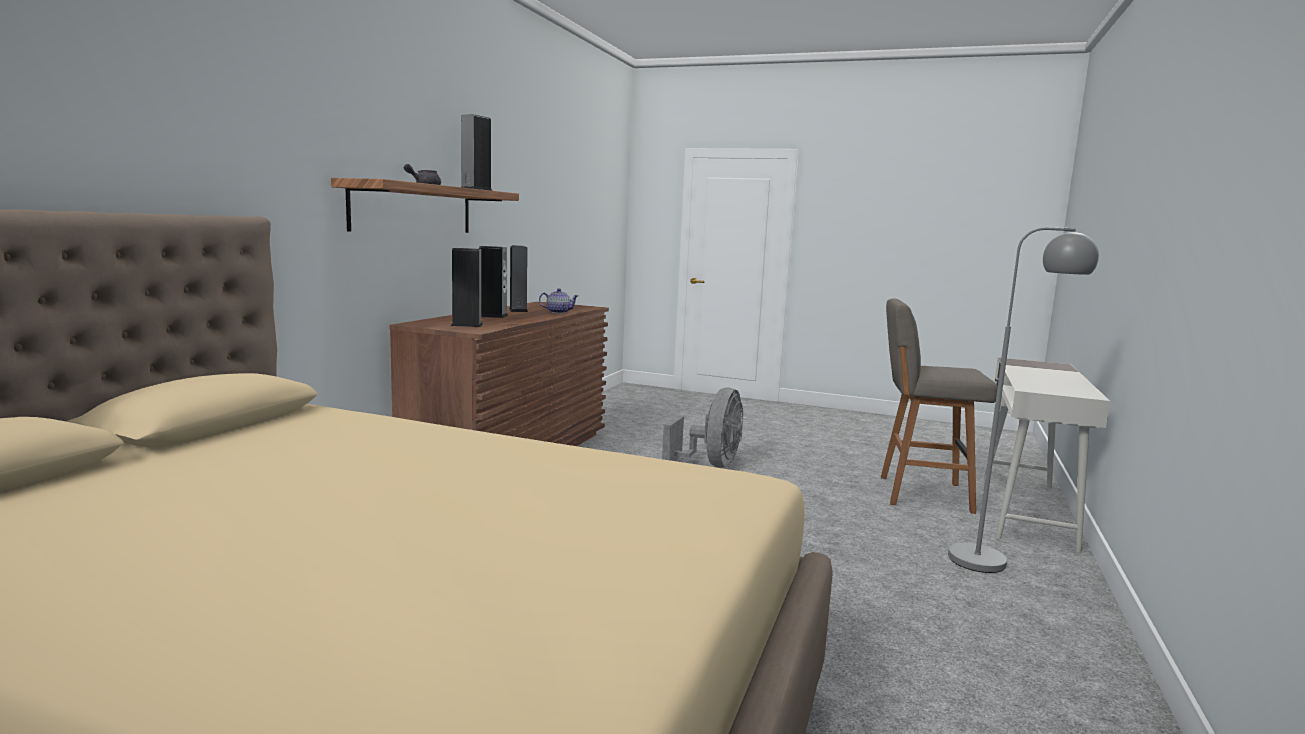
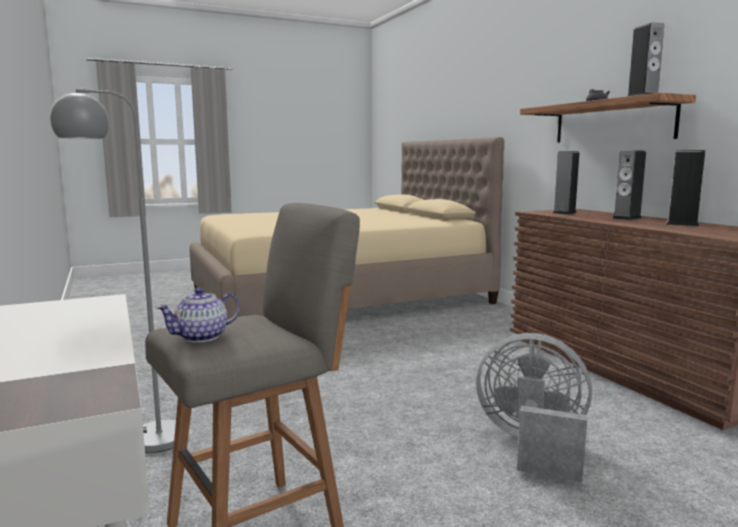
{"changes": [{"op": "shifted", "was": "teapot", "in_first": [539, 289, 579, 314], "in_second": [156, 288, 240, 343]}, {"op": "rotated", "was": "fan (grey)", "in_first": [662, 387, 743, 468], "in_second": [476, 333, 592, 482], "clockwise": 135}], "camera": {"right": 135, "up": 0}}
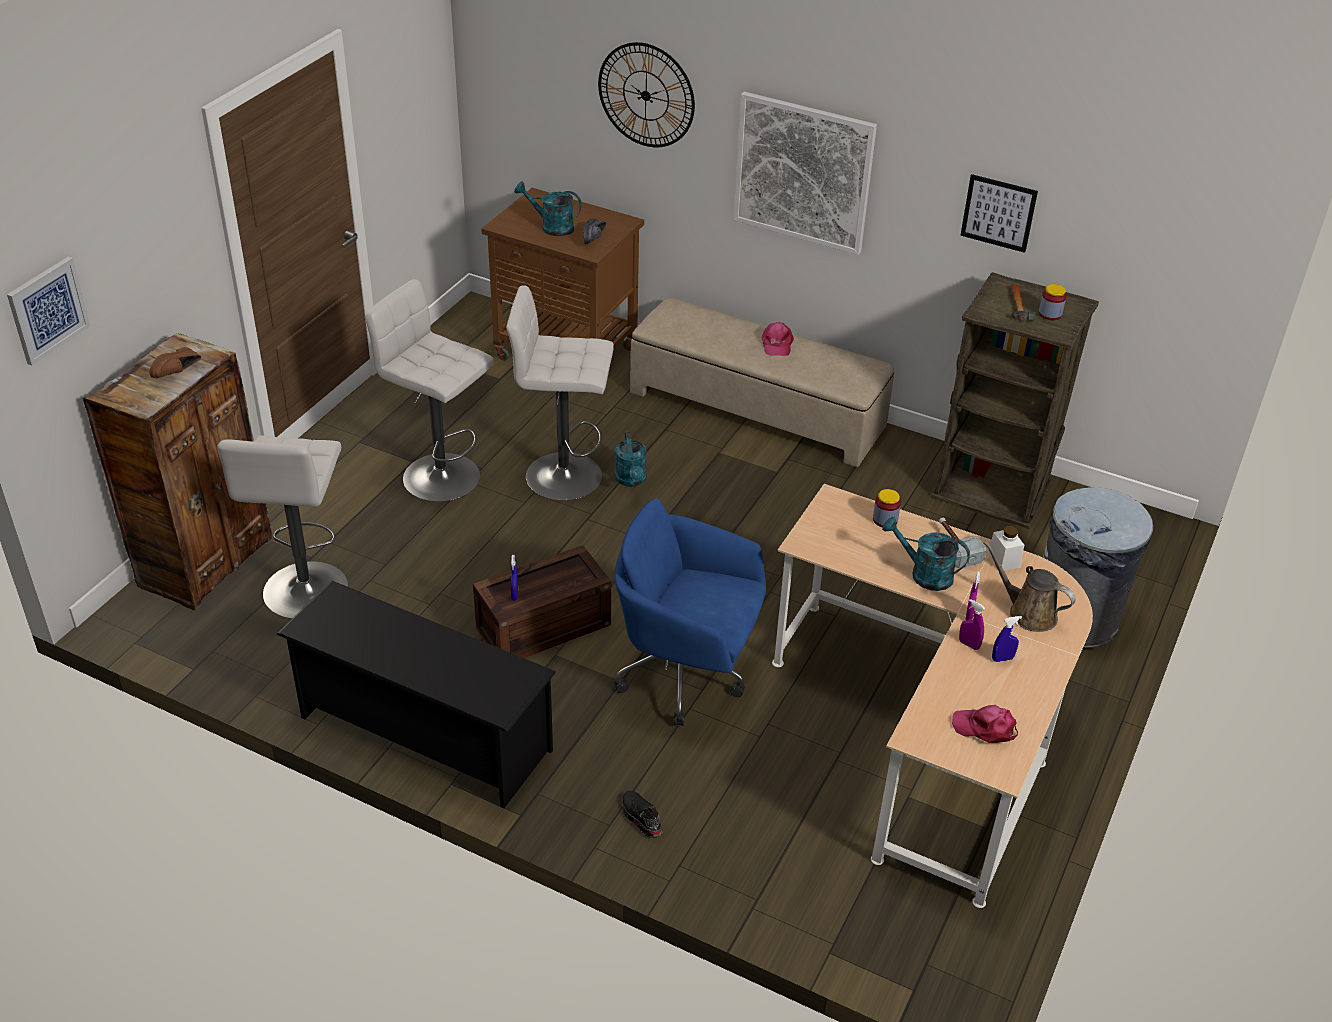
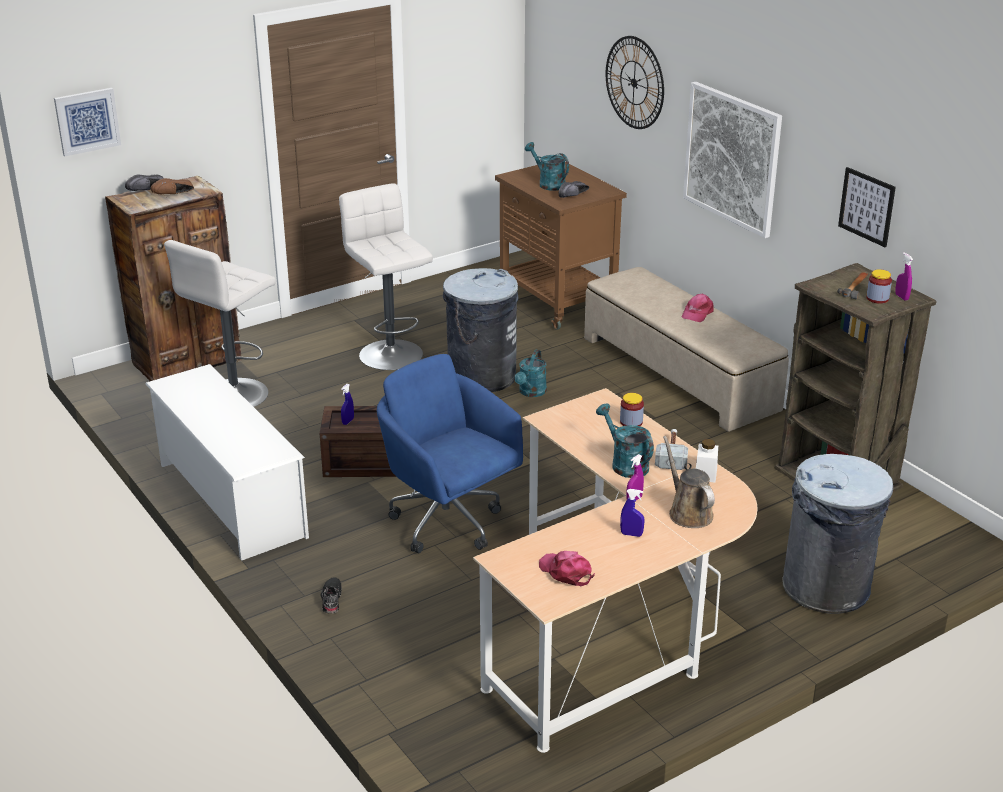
{"changes": [{"op": "swapped", "was": "stool (white)", "now": "trash can (grey)", "in_first": [506, 285, 614, 500], "in_second": [443, 268, 519, 392]}, {"op": "repainted", "was": "shoe rack (black)", "now": "shoe rack (white)", "in_first": [277, 580, 556, 808], "in_second": [145, 364, 309, 561]}, {"op": "shifted", "was": "spray bottle (purple)", "in_first": [959, 599, 985, 650], "in_second": [895, 252, 913, 301]}, {"op": "new", "now": "shoe (black)", "in_second": [125, 175, 164, 191]}], "camera": {"right": 30, "up": -10}}
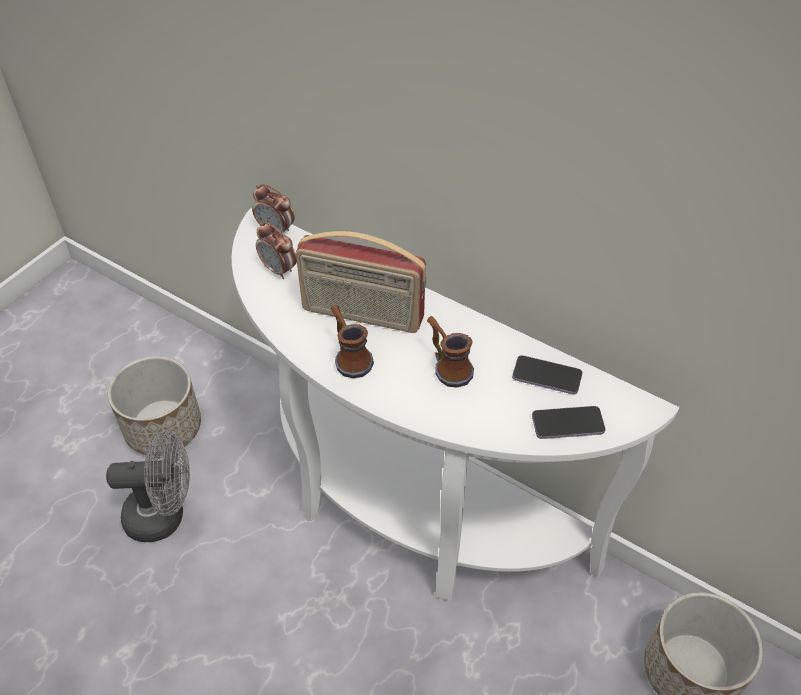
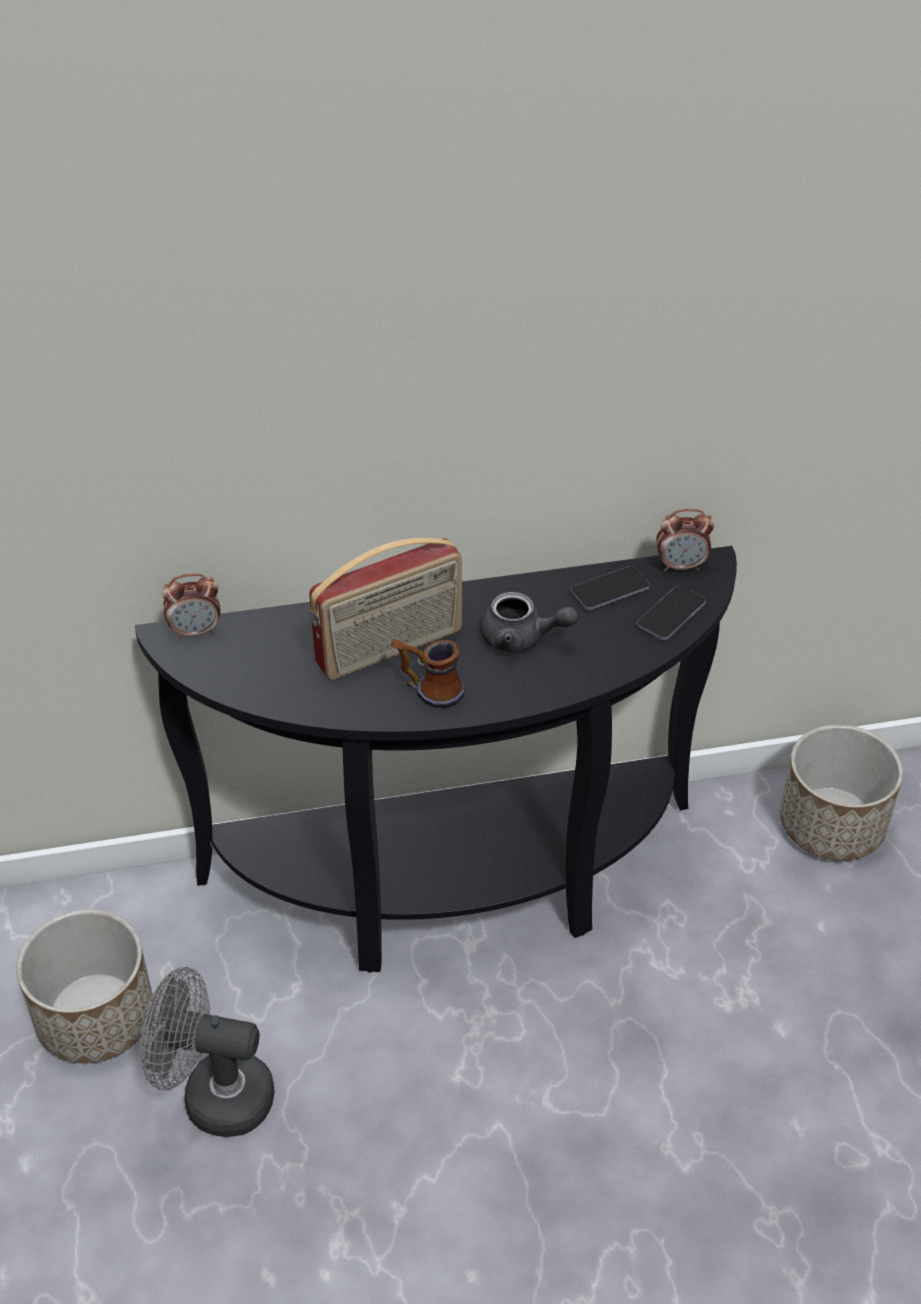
{"changes": [{"op": "repainted", "was": "console table (white)", "now": "console table (black)", "in_first": [232, 208, 680, 601], "in_second": [135, 546, 737, 973]}, {"op": "shifted", "was": "alarm clock", "in_first": [256, 222, 297, 279], "in_second": [656, 509, 714, 571]}, {"op": "swapped", "was": "mug", "now": "teapot (grey)", "in_first": [427, 316, 474, 387], "in_second": [480, 592, 578, 653]}, {"op": "rotated", "was": "fan (grey)", "in_first": [106, 431, 190, 542], "in_second": [139, 967, 275, 1137], "clockwise": -120}], "camera": {"right": -45, "up": -5}}
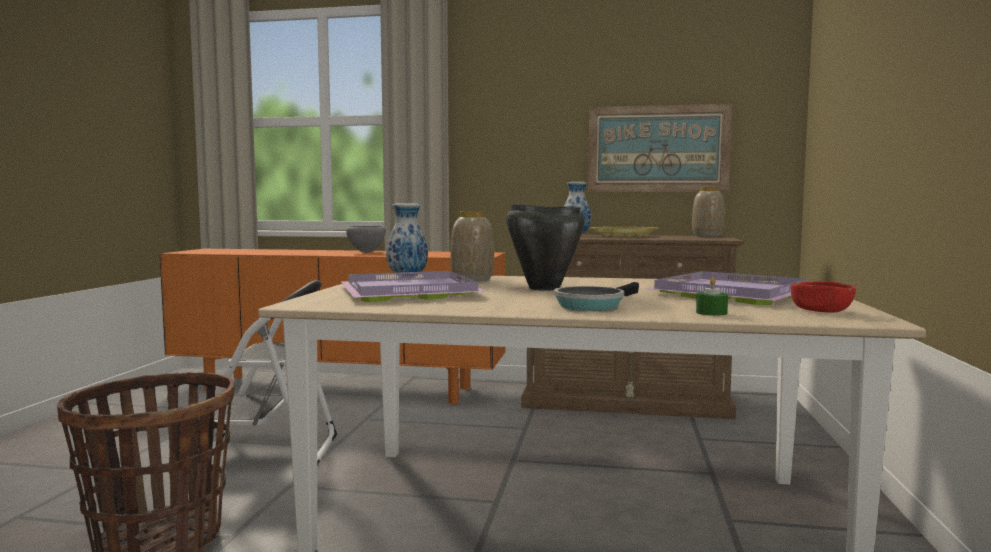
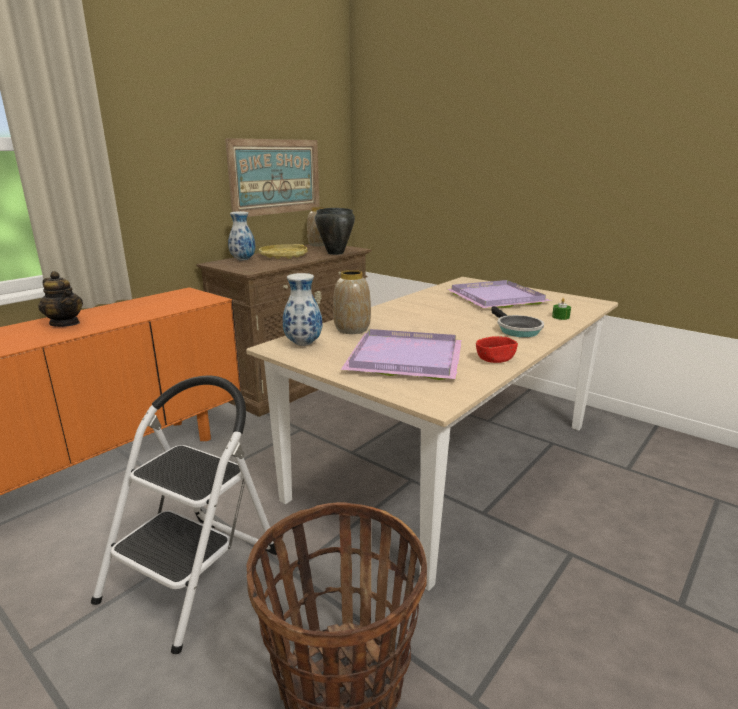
{"changes": [{"op": "shifted", "was": "cooking pot (black)", "in_first": [506, 204, 584, 291], "in_second": [315, 208, 355, 255]}, {"op": "swapped", "was": "bowl (grey)", "now": "teapot", "in_first": [346, 226, 386, 253], "in_second": [38, 271, 83, 327]}, {"op": "shifted", "was": "bowl (red)", "in_first": [791, 281, 856, 312], "in_second": [476, 336, 518, 363]}], "camera": {"right": -60, "up": 15}}
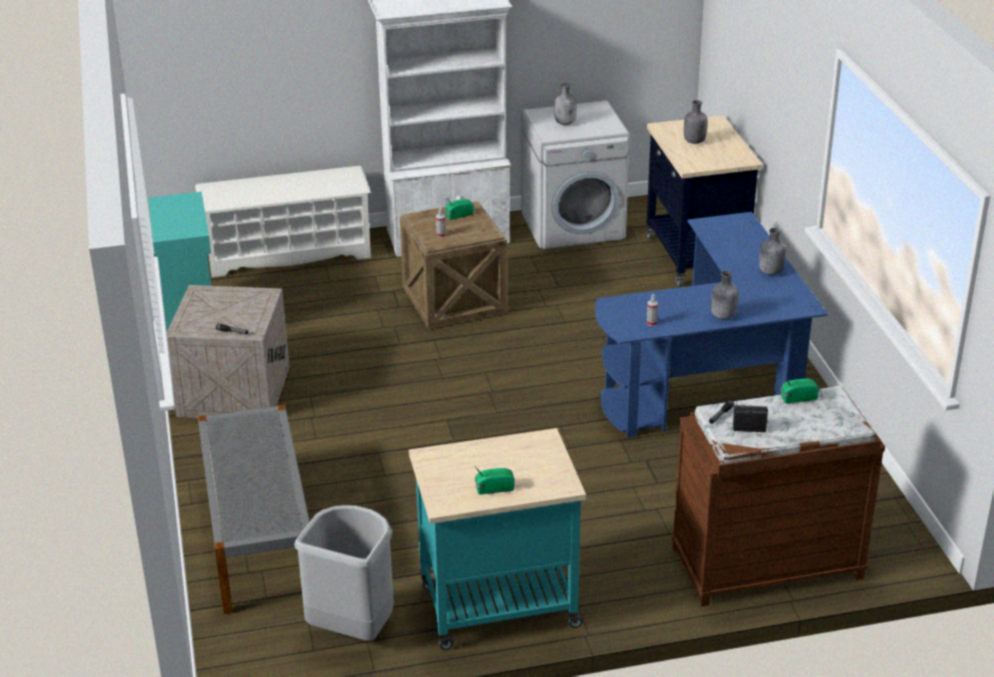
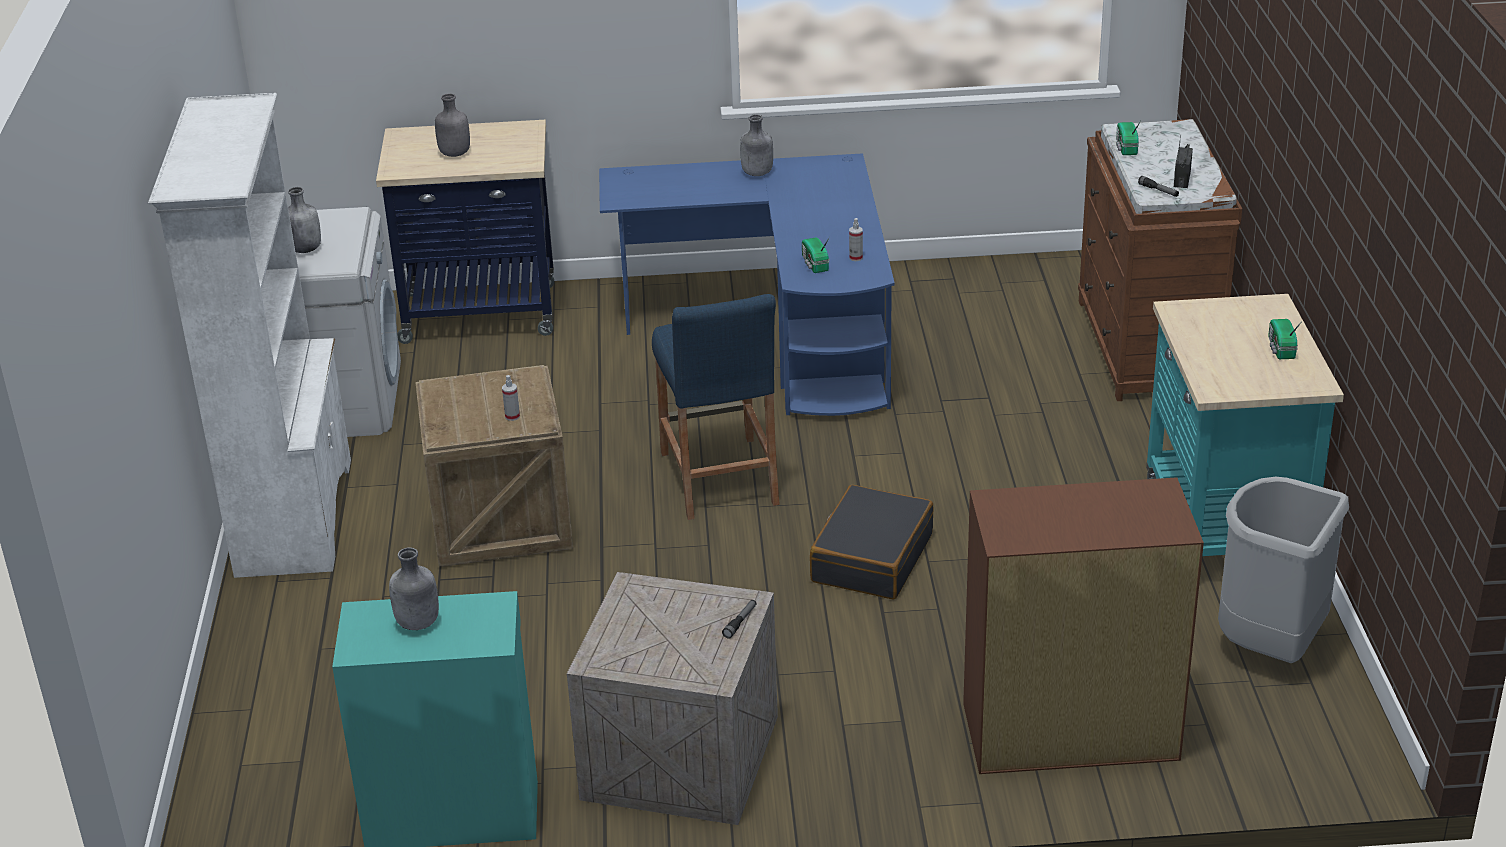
{"changes": [{"op": "gone", "was": "shoe rack (white)", "in_first": [195, 166, 371, 278]}, {"op": "shifted", "was": "radio", "in_first": [445, 199, 474, 220], "in_second": [802, 237, 830, 273]}, {"op": "shifted", "was": "bottle (grey)", "in_first": [711, 271, 739, 319], "in_second": [389, 547, 439, 630]}, {"op": "swapped", "was": "bench (grey)", "now": "cabinet (brown)", "in_first": [198, 404, 310, 614], "in_second": [963, 477, 1204, 774]}, {"op": "new", "now": "stool (blue)", "in_second": [652, 294, 780, 520]}, {"op": "new", "now": "suitcase (black)", "in_second": [810, 485, 934, 600]}], "camera": {"right": -80, "up": 0}}
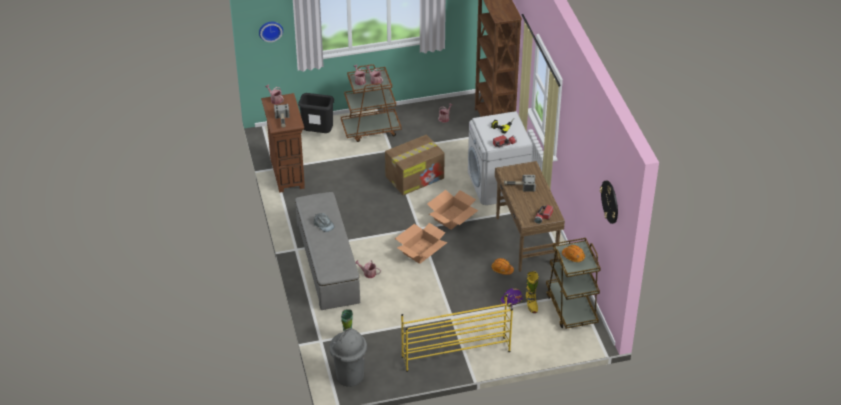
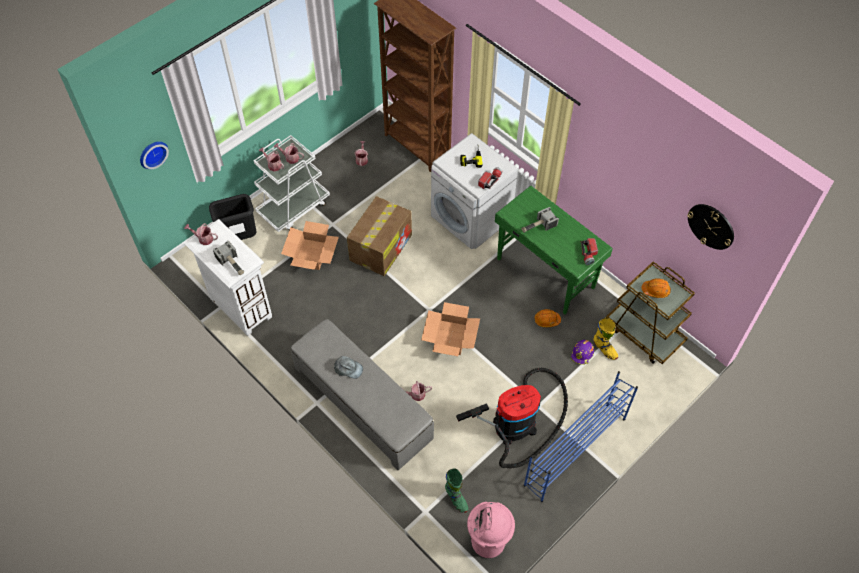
{"changes": [{"op": "repainted", "was": "cart (brown)", "now": "cart (white)", "in_first": [341, 64, 402, 142], "in_second": [254, 135, 330, 232]}, {"op": "repainted", "was": "cabinet (brown)", "now": "cabinet (white)", "in_first": [261, 93, 305, 193], "in_second": [184, 219, 272, 336]}, {"op": "repainted", "was": "console table (brown)", "now": "console table (green)", "in_first": [495, 161, 565, 272], "in_second": [495, 186, 613, 314]}, {"op": "shifted", "was": "cardboard box", "in_first": [427, 190, 478, 230], "in_second": [281, 221, 339, 270]}, {"op": "repainted", "was": "shoe rack (yellow)", "now": "shoe rack (blue)", "in_first": [401, 295, 513, 372], "in_second": [524, 371, 638, 502]}, {"op": "repainted", "was": "trash can (grey)", "now": "trash can (pink)", "in_first": [329, 328, 367, 387], "in_second": [467, 501, 515, 558]}, {"op": "new", "now": "vacuum cleaner", "in_second": [456, 368, 568, 468]}], "camera": {"right": -30, "up": 15}}
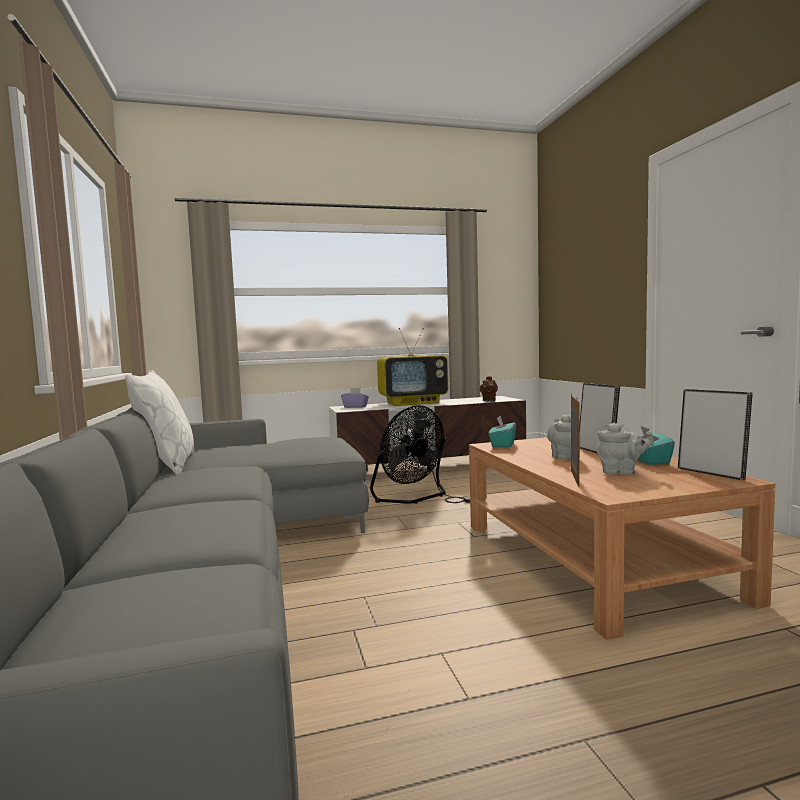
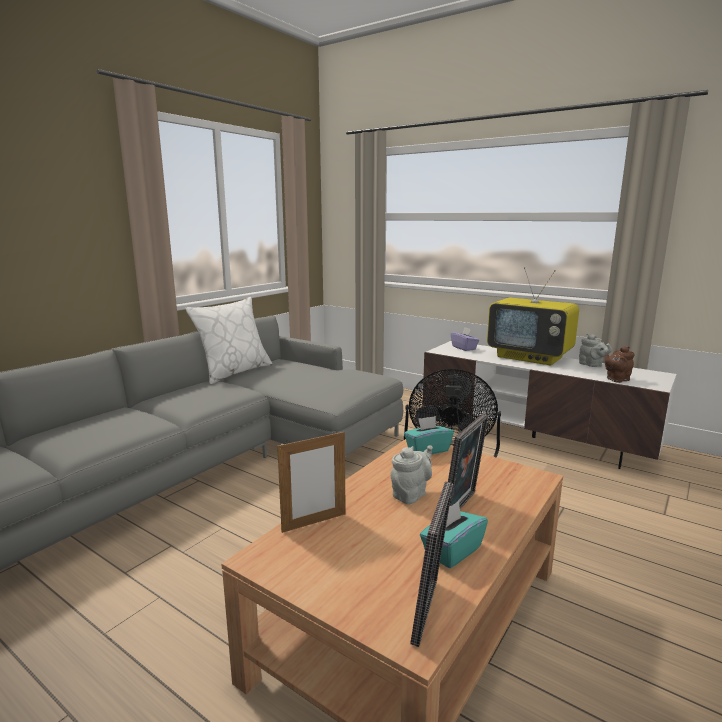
{"changes": [{"op": "shifted", "was": "teapot (grey)", "in_first": [597, 423, 654, 474], "in_second": [579, 334, 612, 367]}], "camera": {"right": 50, "up": 10}}
